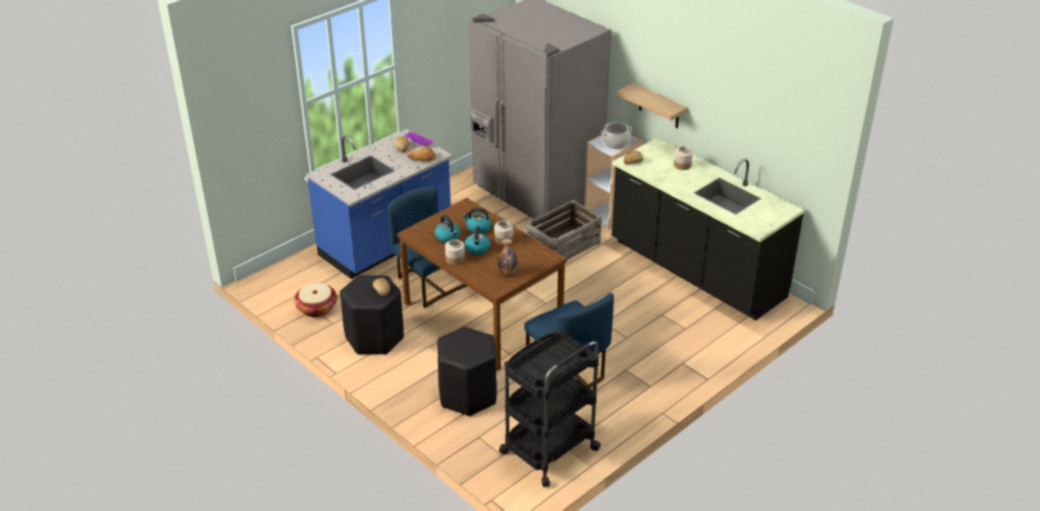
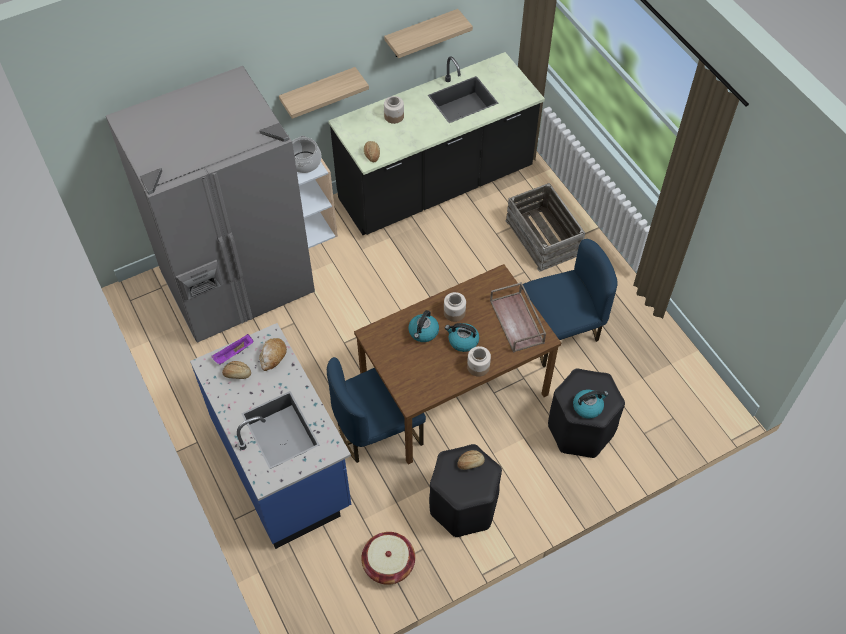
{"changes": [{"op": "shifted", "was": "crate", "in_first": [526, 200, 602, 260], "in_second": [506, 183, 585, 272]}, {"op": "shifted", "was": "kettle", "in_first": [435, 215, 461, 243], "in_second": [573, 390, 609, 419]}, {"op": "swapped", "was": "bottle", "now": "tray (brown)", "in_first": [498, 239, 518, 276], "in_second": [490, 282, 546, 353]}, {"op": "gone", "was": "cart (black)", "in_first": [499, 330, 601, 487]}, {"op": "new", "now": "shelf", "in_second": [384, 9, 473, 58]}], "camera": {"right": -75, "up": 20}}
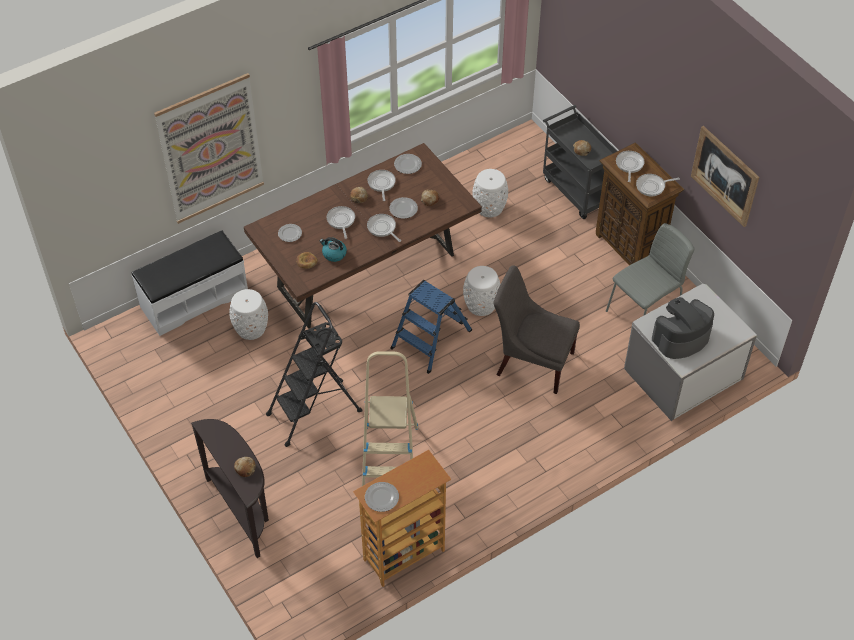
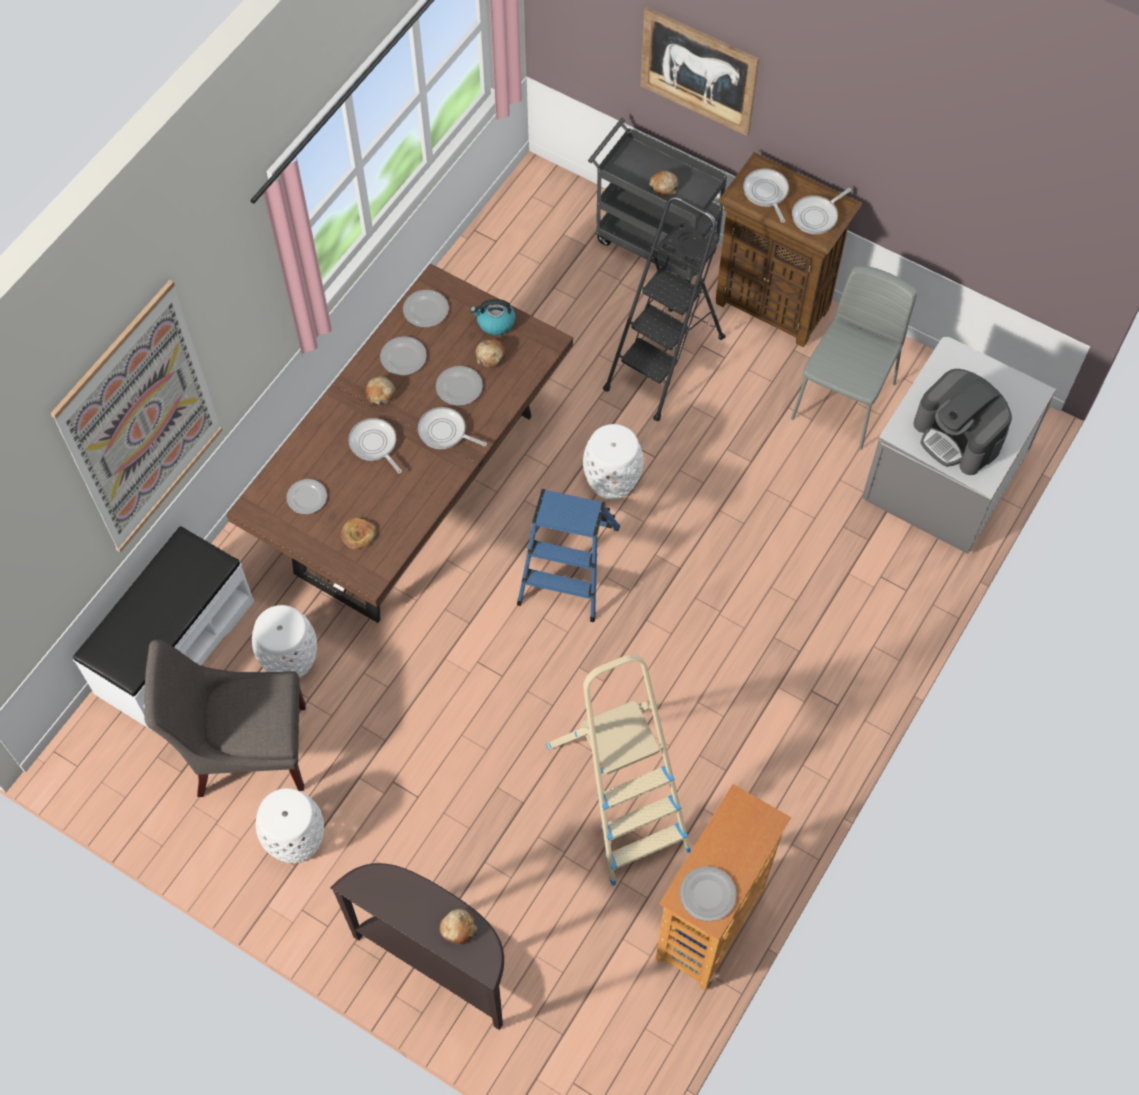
{"changes": [{"op": "shifted", "was": "picture", "in_first": [691, 126, 759, 227], "in_second": [641, 7, 759, 136]}, {"op": "shifted", "was": "stool (white)", "in_first": [473, 169, 508, 218], "in_second": [256, 788, 324, 863]}, {"op": "swapped", "was": "frying pan", "now": "plate", "in_first": [368, 170, 396, 201], "in_second": [380, 336, 427, 375]}, {"op": "shifted", "was": "kettle", "in_first": [320, 237, 347, 262], "in_second": [470, 299, 516, 335]}, {"op": "shifted", "was": "chair (grey)", "in_first": [494, 265, 580, 394], "in_second": [144, 639, 306, 797]}, {"op": "rotated", "was": "coffee machine", "in_first": [652, 297, 714, 359], "in_second": [913, 369, 1012, 475], "clockwise": -75}, {"op": "shifted", "was": "step ladder", "in_first": [266, 302, 363, 447], "in_second": [603, 196, 726, 421]}], "camera": {"right": -25, "up": 10}}
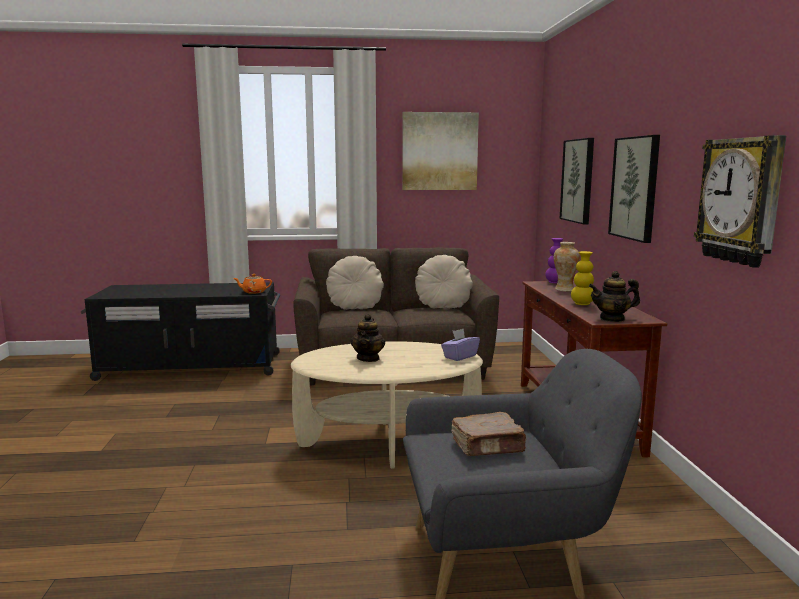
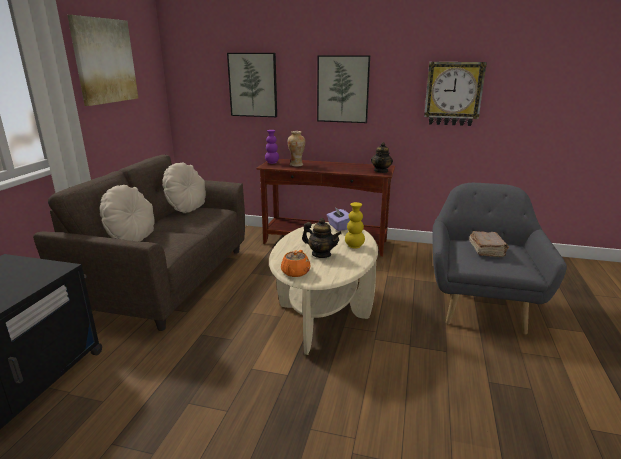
{"changes": [{"op": "shifted", "was": "vase (yellow)", "in_first": [571, 251, 594, 305], "in_second": [345, 202, 365, 249]}, {"op": "shifted", "was": "teapot (orange)", "in_first": [233, 274, 272, 294], "in_second": [281, 250, 310, 277]}], "camera": {"right": -70, "up": 10}}
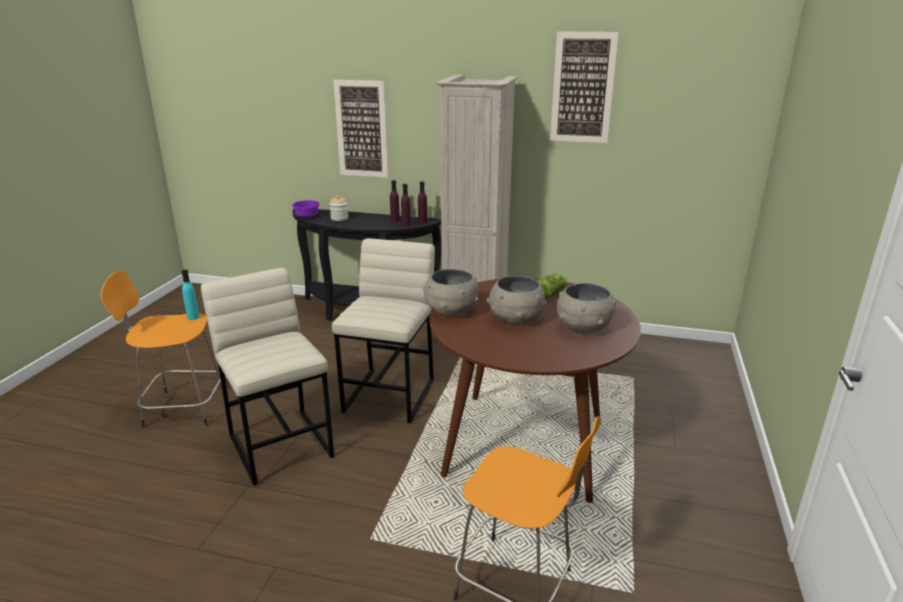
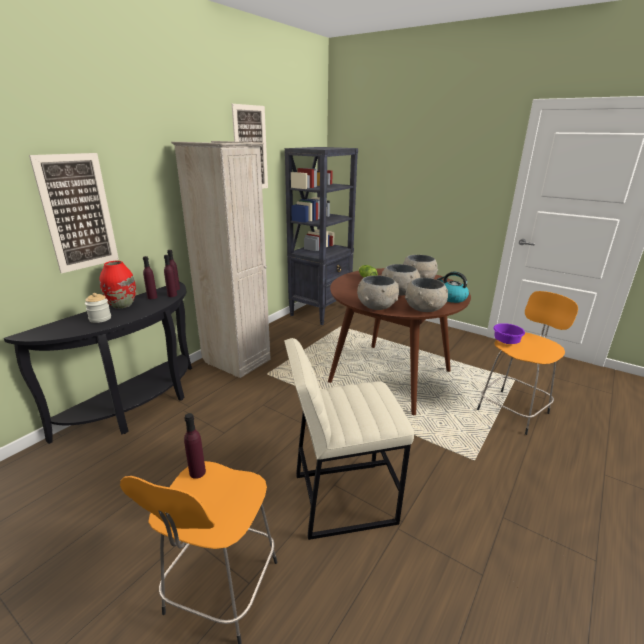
{"changes": [{"op": "shifted", "was": "bowl (purple)", "in_first": [292, 200, 320, 218], "in_second": [493, 323, 525, 344]}, {"op": "gone", "was": "chair (beige)", "in_first": [332, 238, 435, 423]}, {"op": "repainted", "was": "bottle (turquoise)", "now": "bottle (purple)", "in_first": [182, 269, 200, 320], "in_second": [184, 413, 206, 479]}, {"op": "new", "now": "bookcase (black)", "in_second": [285, 147, 358, 325]}, {"op": "new", "now": "vase (red)", "in_second": [99, 261, 136, 309]}, {"op": "new", "now": "kettle", "in_second": [437, 271, 469, 303]}, {"op": "new", "now": "bowl (grey)", "in_second": [405, 278, 448, 312]}], "camera": {"right": -70, "up": 0}}
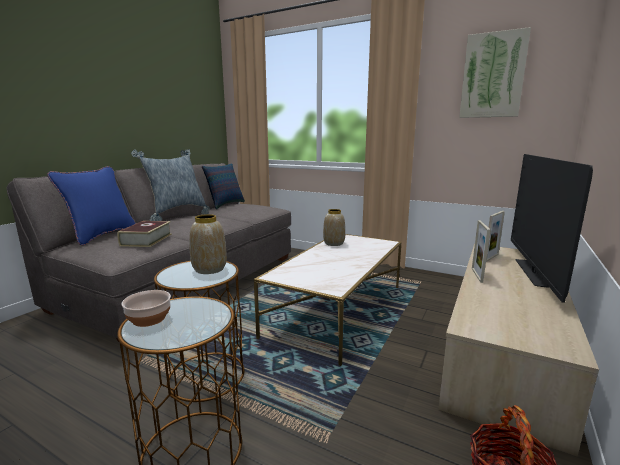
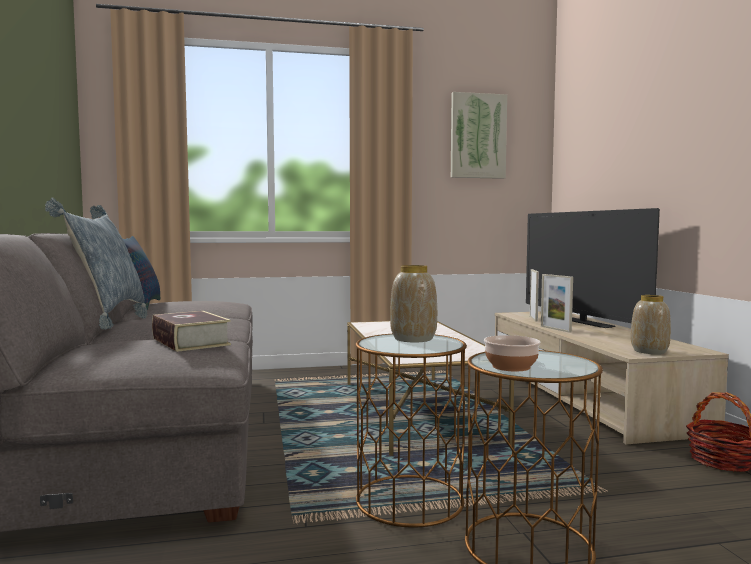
{"changes": [{"op": "gone", "was": "pillow (blue)", "in_first": [47, 166, 136, 245]}, {"op": "shifted", "was": "vase", "in_first": [323, 209, 345, 246], "in_second": [631, 295, 671, 354]}], "camera": {"right": -40, "up": -10}}
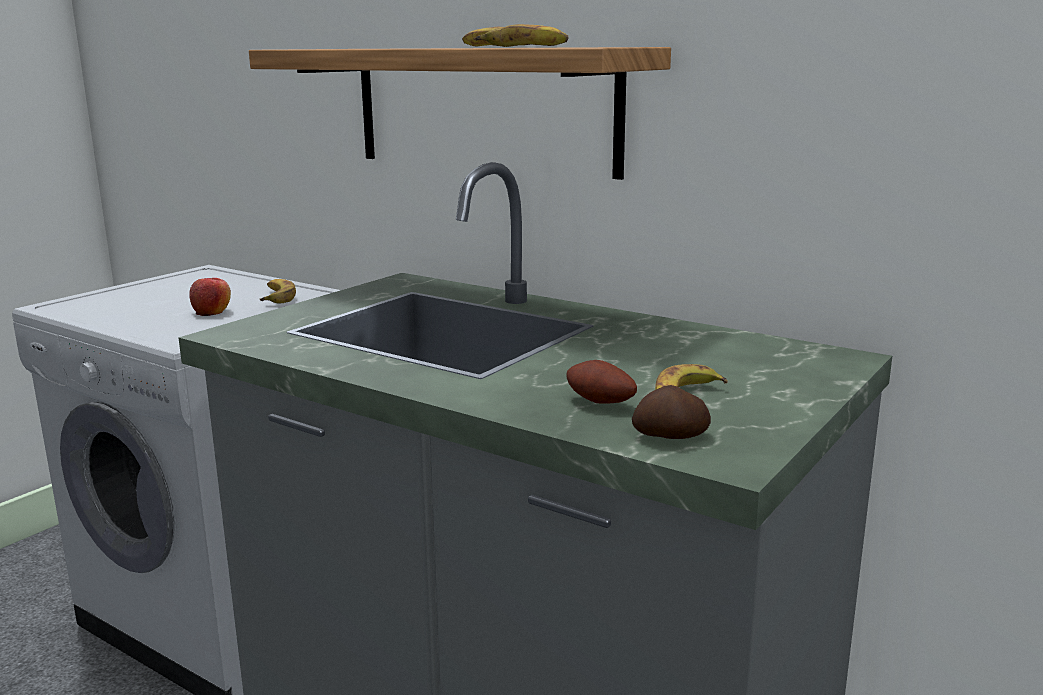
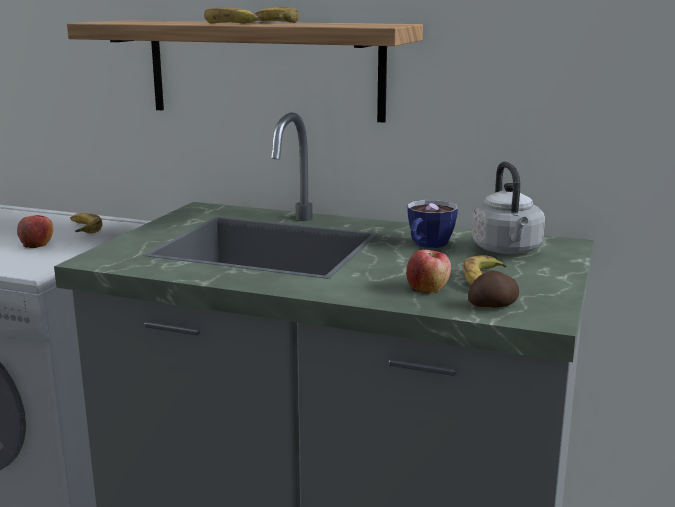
{"changes": [{"op": "shifted", "was": "banana", "in_first": [500, 24, 568, 47], "in_second": [204, 7, 258, 23]}, {"op": "swapped", "was": "potato", "now": "apple", "in_first": [566, 360, 637, 404], "in_second": [406, 250, 451, 293]}, {"op": "new", "now": "kettle (grey)", "in_second": [471, 161, 545, 254]}, {"op": "new", "now": "cup", "in_second": [407, 200, 458, 248]}], "camera": {"right": -15, "up": 0}}
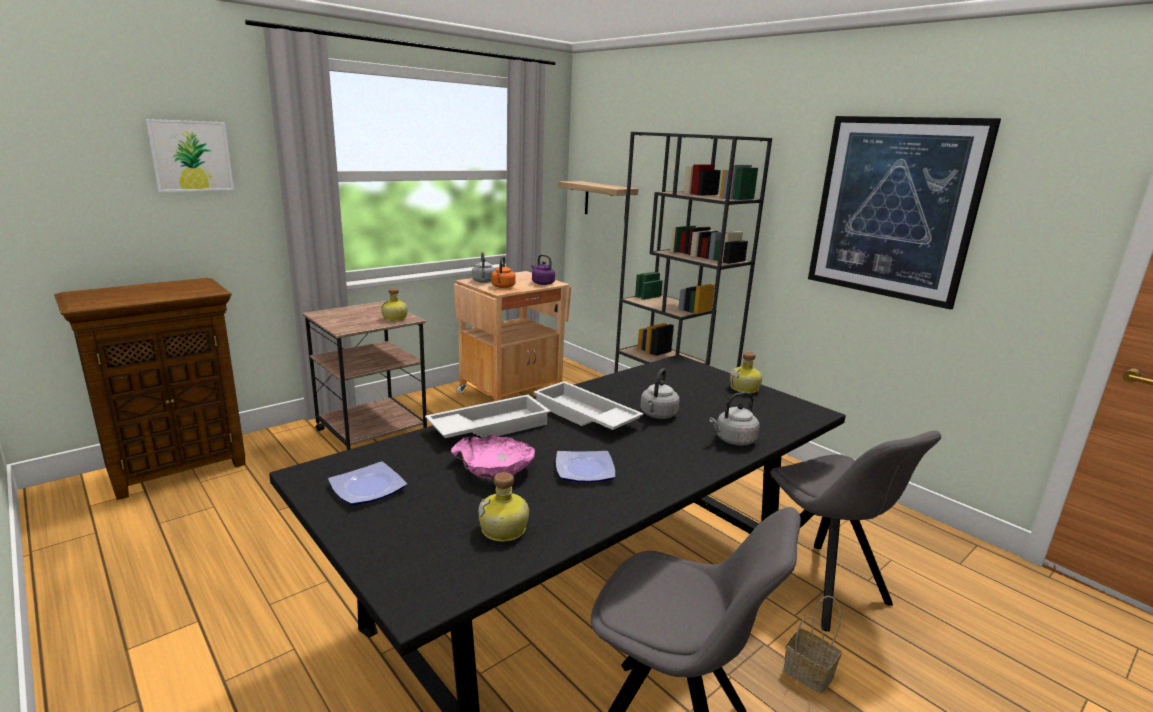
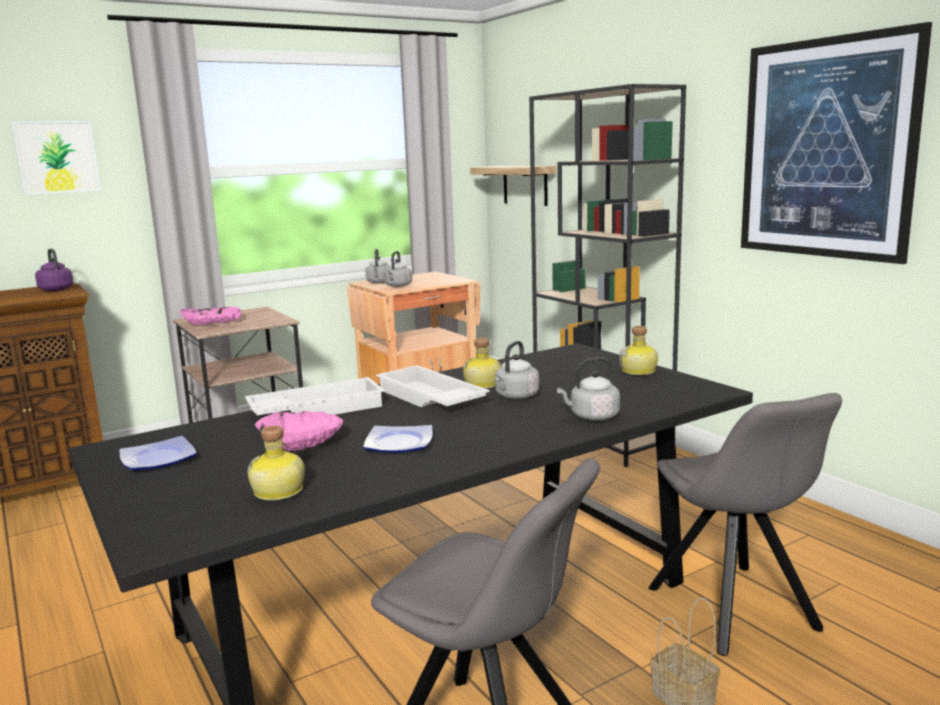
{"changes": [{"op": "shifted", "was": "kettle (purple)", "in_first": [531, 254, 555, 285], "in_second": [35, 248, 73, 291]}, {"op": "repainted", "was": "kettle (orange)", "now": "kettle (grey)", "in_first": [491, 256, 516, 288], "in_second": [384, 251, 412, 287]}, {"op": "shifted", "was": "bottle", "in_first": [381, 288, 408, 321], "in_second": [463, 338, 502, 389]}, {"op": "new", "now": "bowl (pink)", "in_second": [180, 307, 241, 325]}], "camera": {"right": 10, "up": -5}}
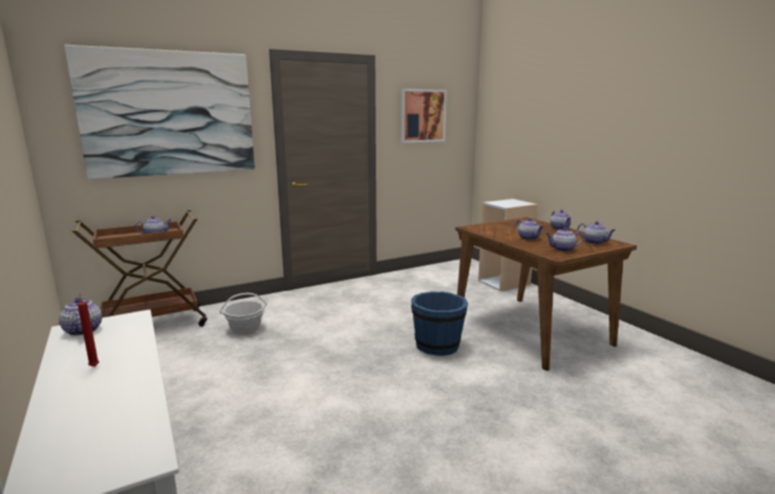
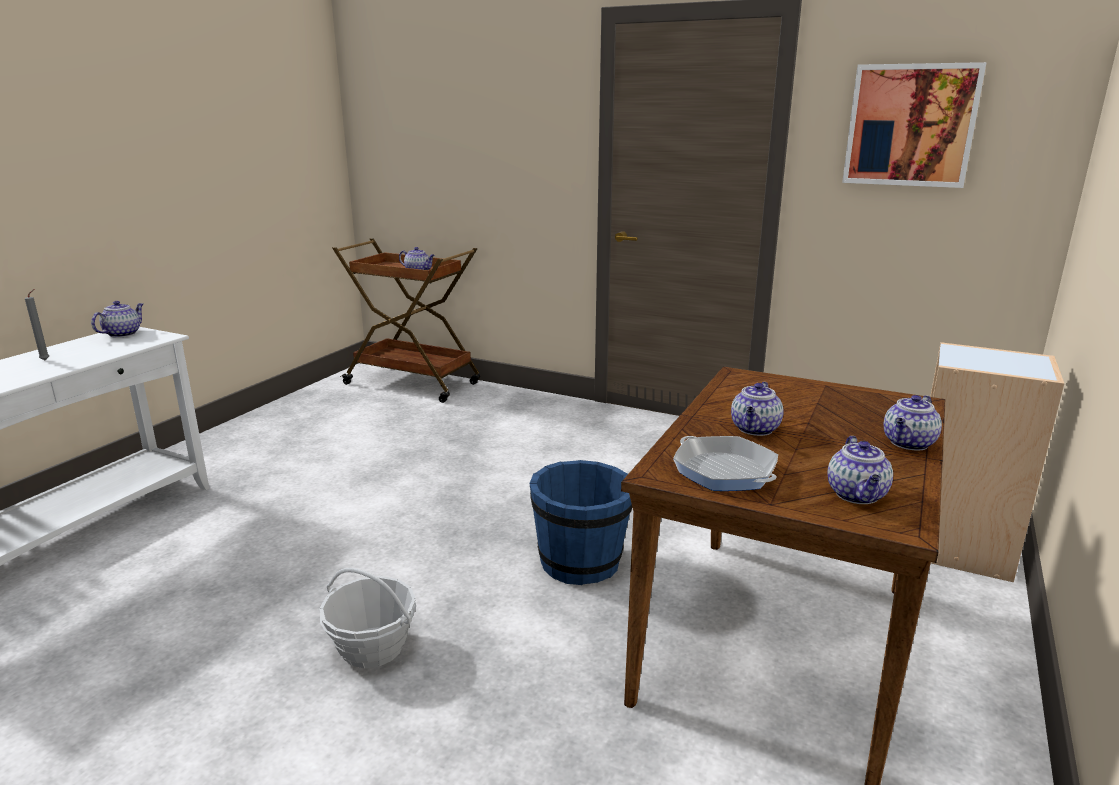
{"changes": [{"op": "gone", "was": "picture", "in_first": [64, 45, 255, 179]}, {"op": "swapped", "was": "teapot", "now": "frying pan", "in_first": [546, 227, 583, 252], "in_second": [673, 436, 778, 491]}, {"op": "repainted", "was": "candle (red)", "now": "candle (grey)", "in_first": [78, 293, 99, 367], "in_second": [25, 289, 49, 360]}, {"op": "shifted", "was": "basket", "in_first": [220, 293, 267, 335], "in_second": [320, 568, 416, 668]}], "camera": {"right": 55, "up": 5}}
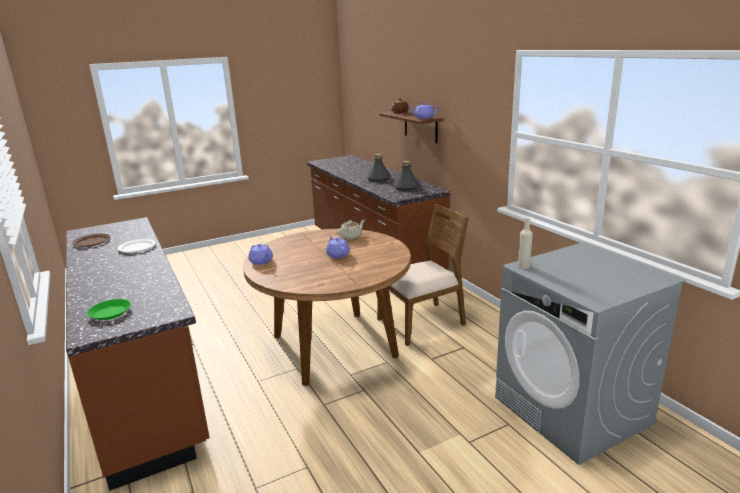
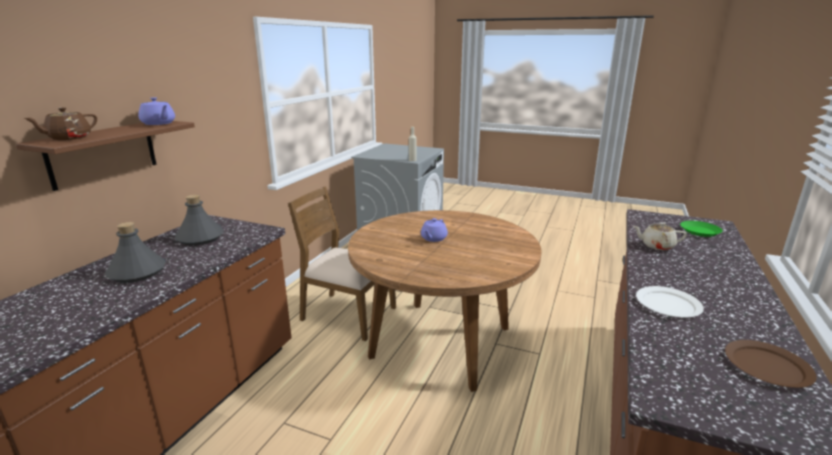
{"changes": [{"op": "shifted", "was": "teapot (beige)", "in_first": [337, 220, 364, 239], "in_second": [633, 222, 687, 250]}, {"op": "gone", "was": "teapot (purple)", "in_first": [248, 244, 273, 265]}], "camera": {"right": -130, "up": 0}}
